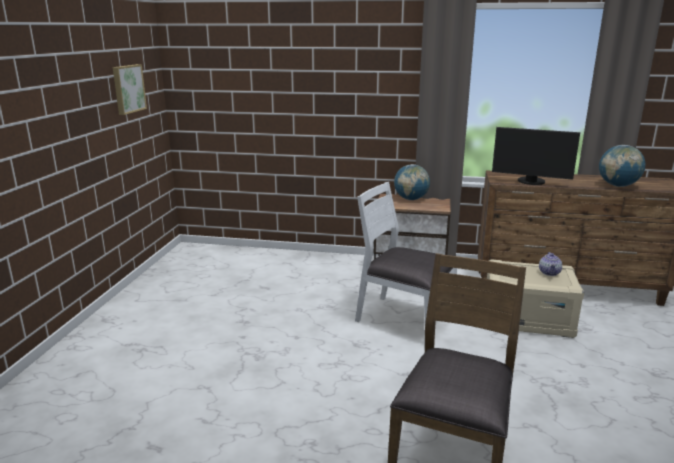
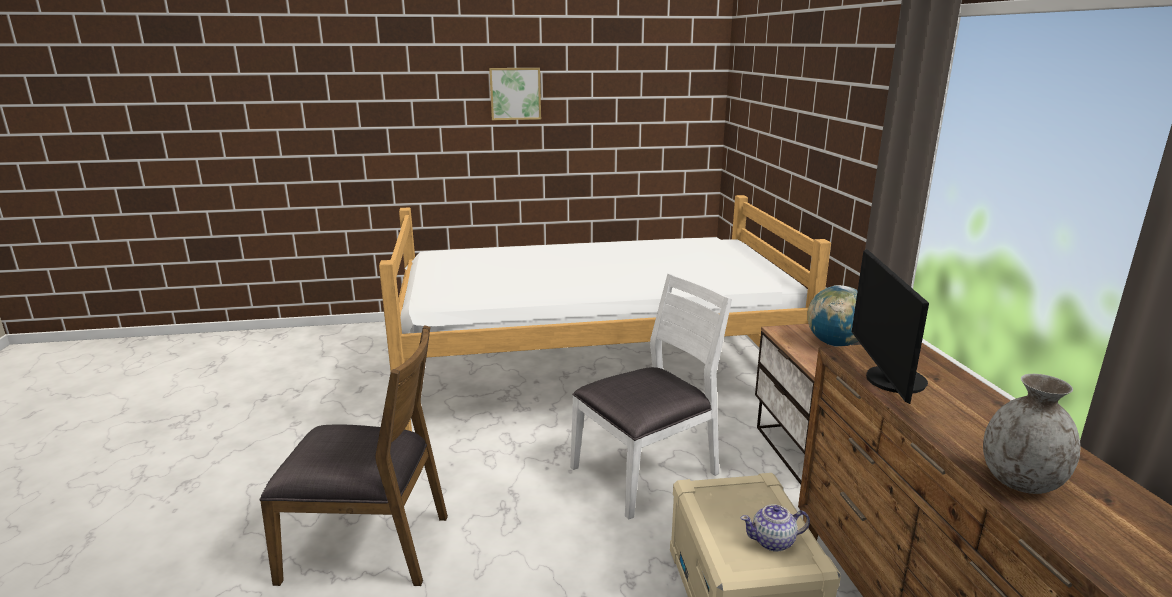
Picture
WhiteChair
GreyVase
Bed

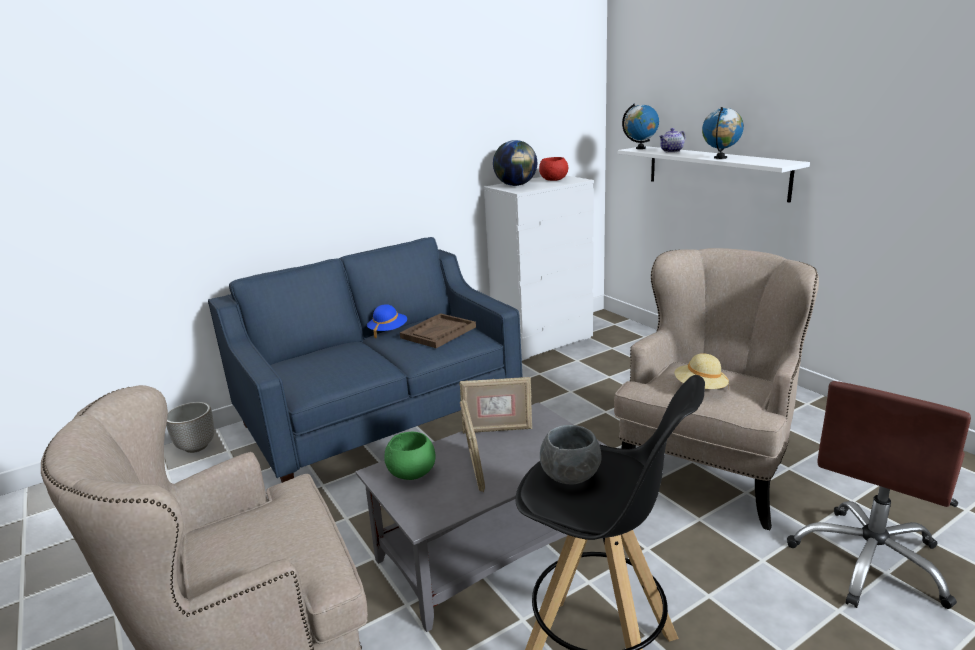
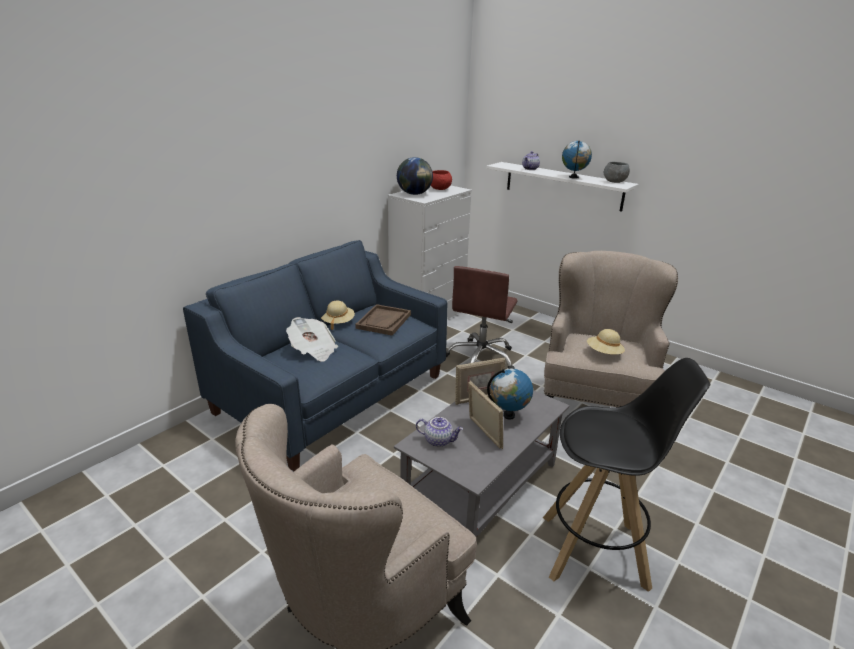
Planter
BeigeHat (1st from left)
Teapot (1st from left)
GreyBowl
Globe (2nd from left)
BrownOfficeChair
Newspaper

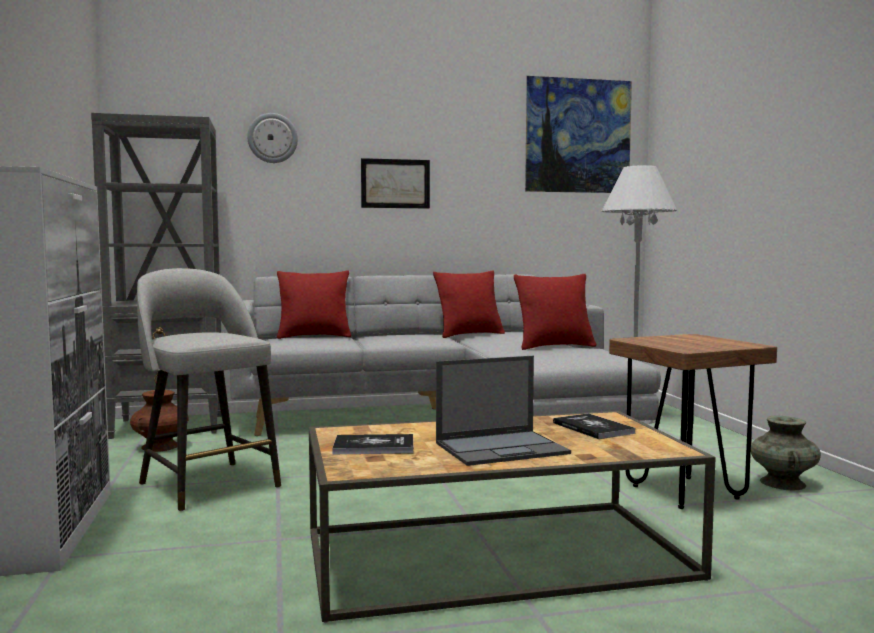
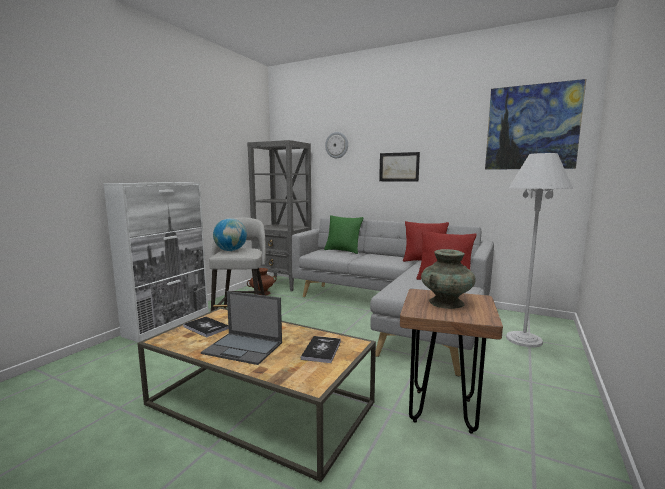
GreenPillow
TurquoiseVase
Globe

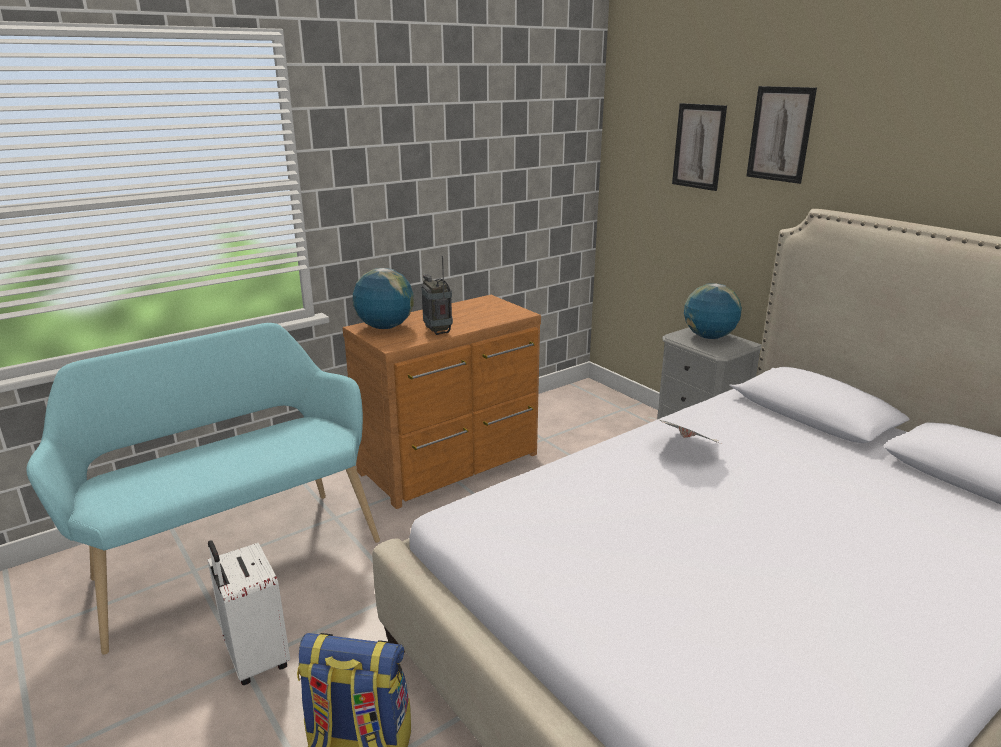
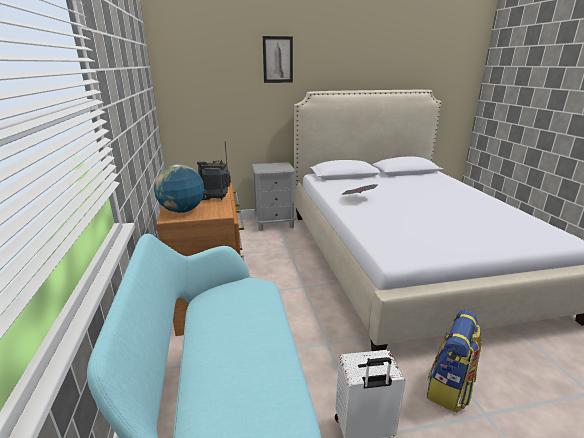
Picture (1st from left in the first image)
Globe (2nd from left in the first image)

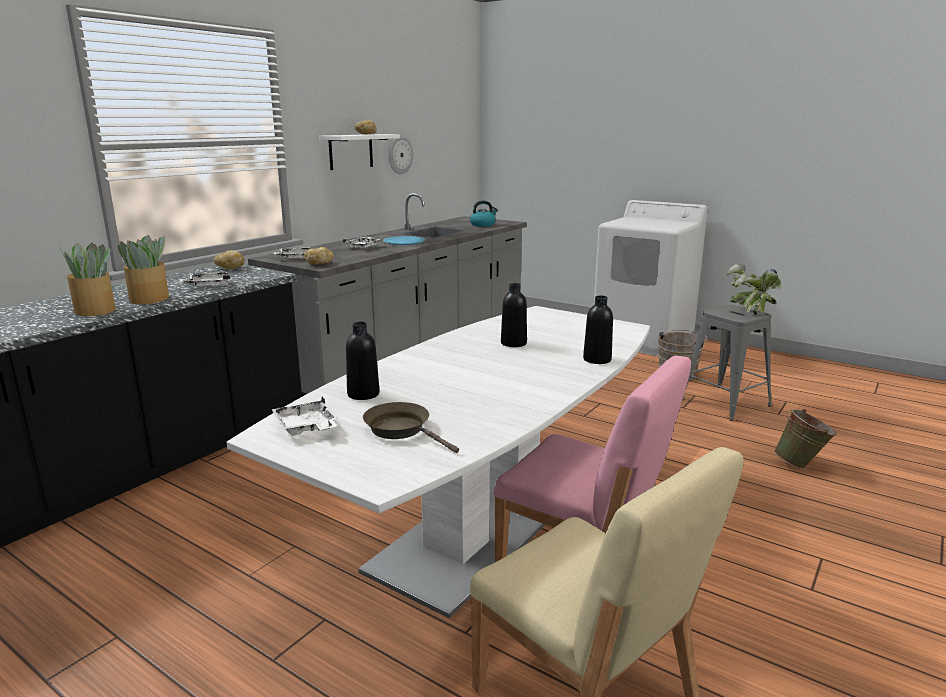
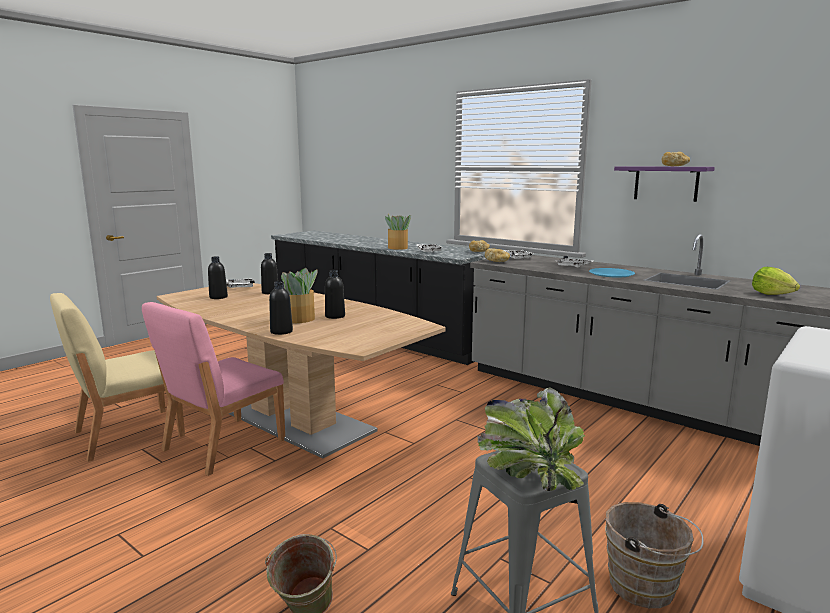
PottedPlant (1st from left)
BrownDiningTable
PurpleShelf
BlackBottle (1st from left)
WallClock
Lettuce

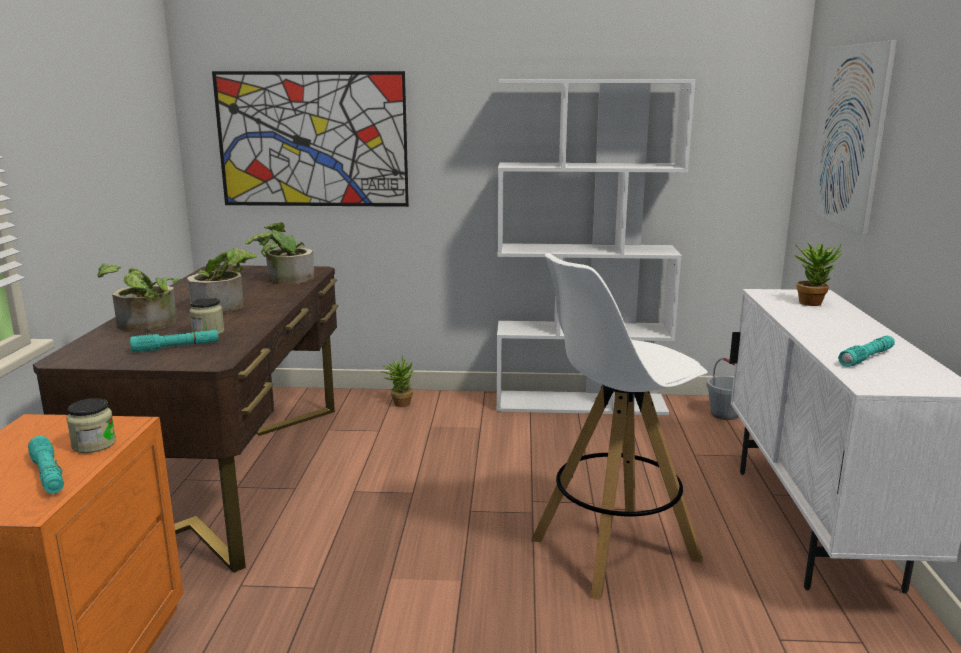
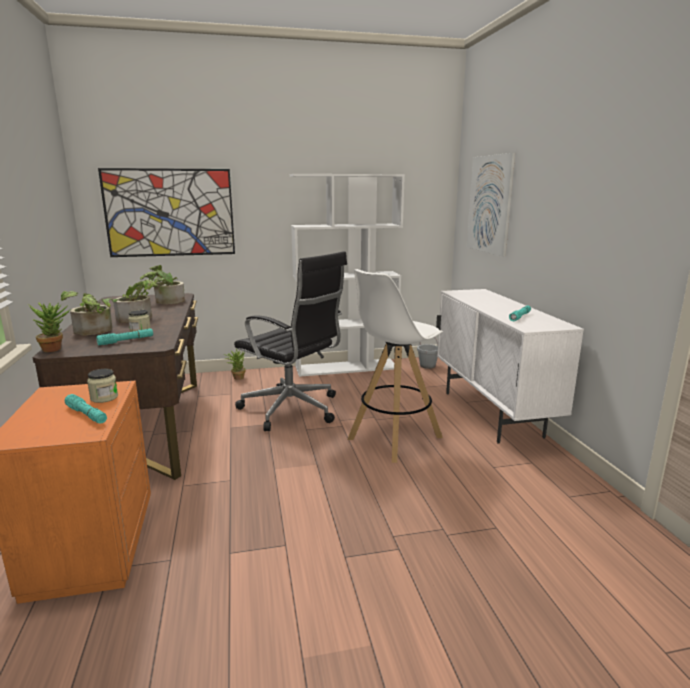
PottedPlant (1st from left)
BlackOfficeChair

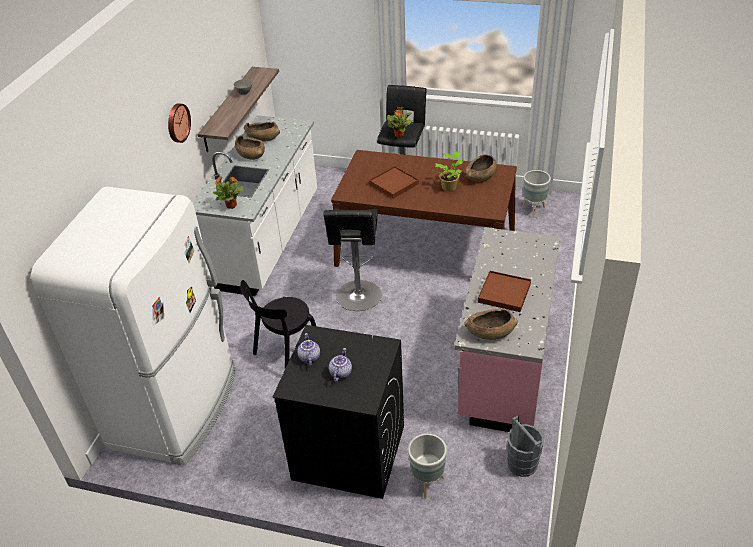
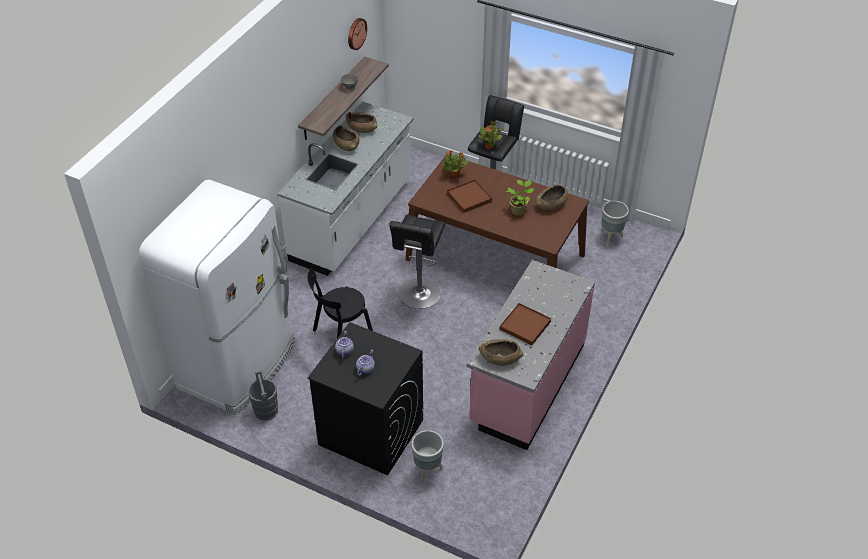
WallClock
PottedPlant (1st from left)
GreyBucket

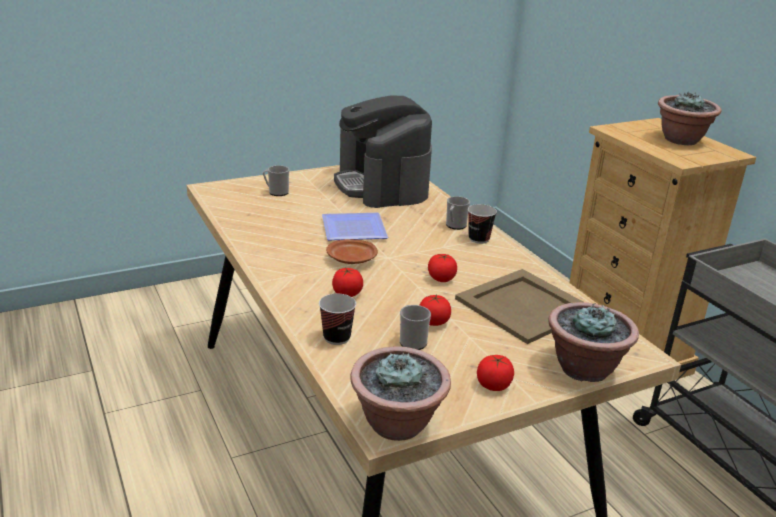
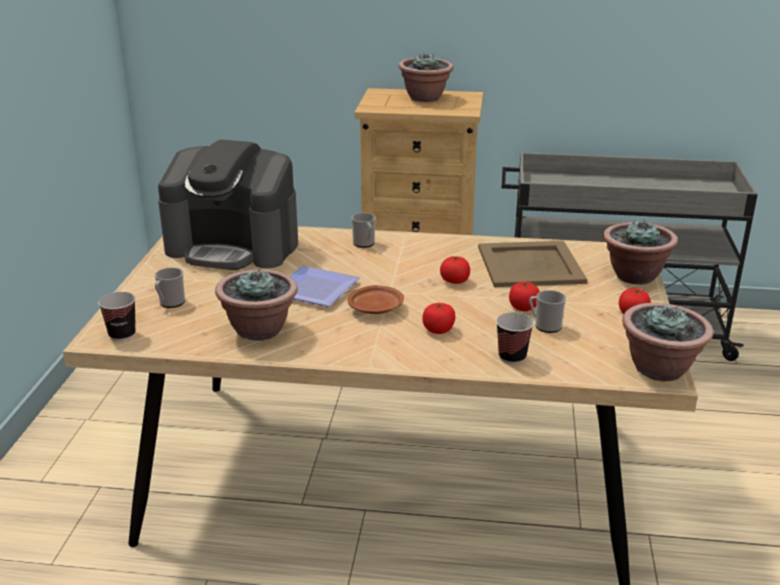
Cup (1st from left)
PottedPlant (1st from left)

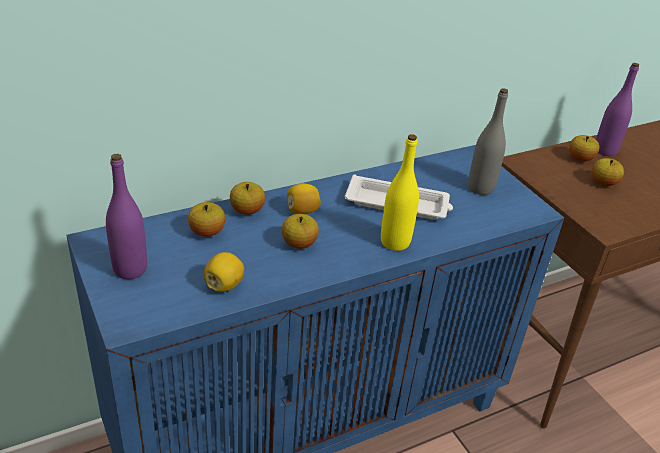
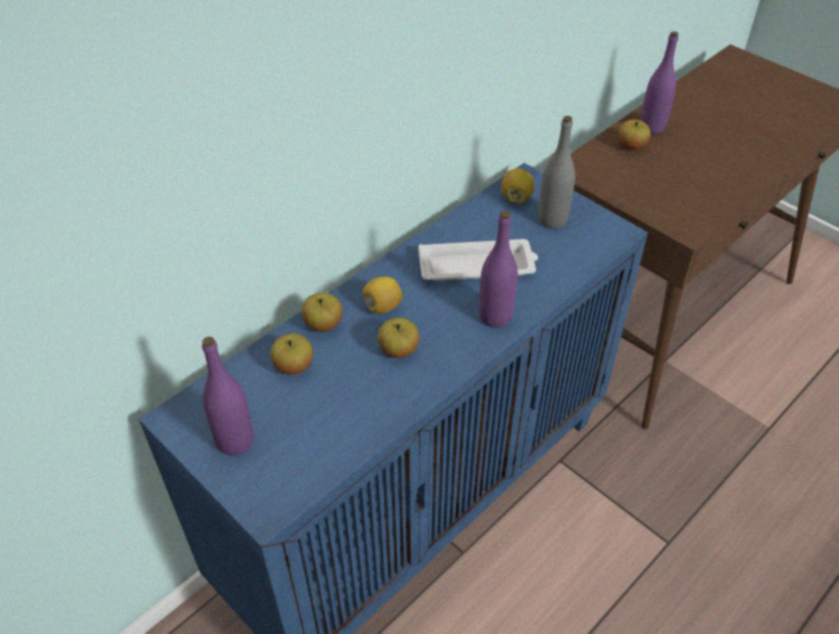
Lemon (2nd from left)
PurpleBottle (2nd from left)
Apple (5th from left in the first image)

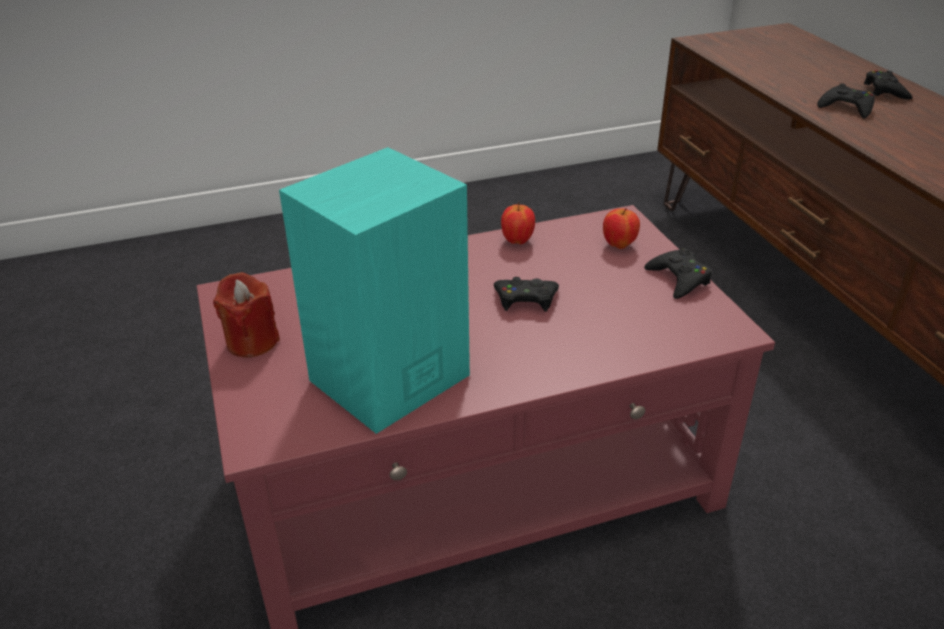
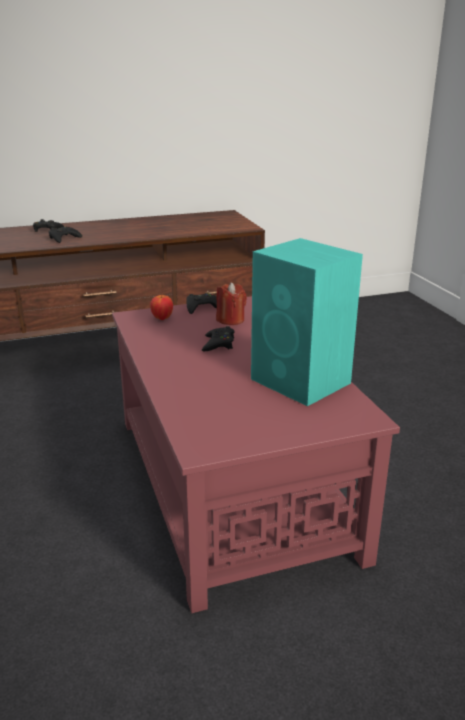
RedCandle
Apple (1st from left in the first image)

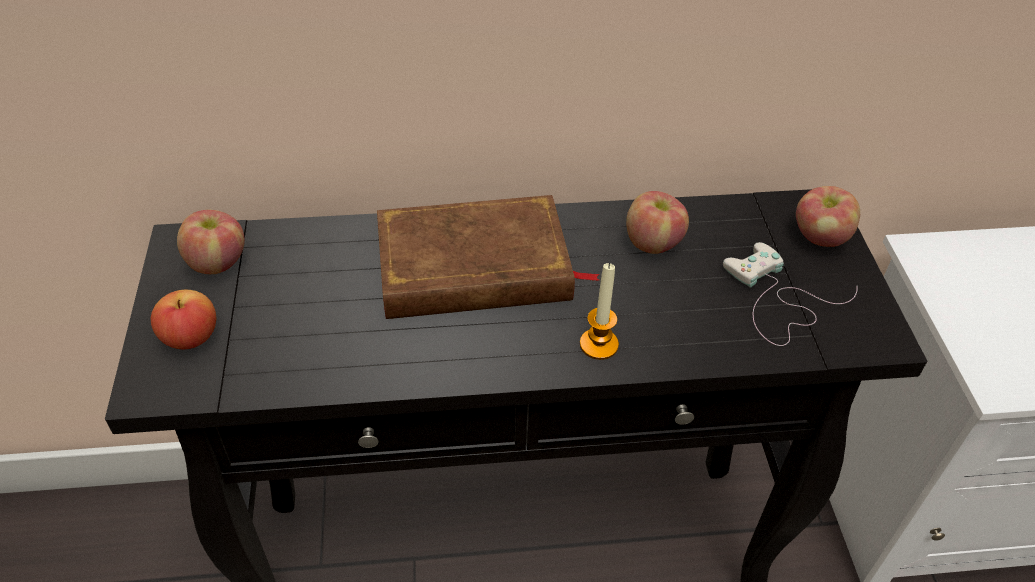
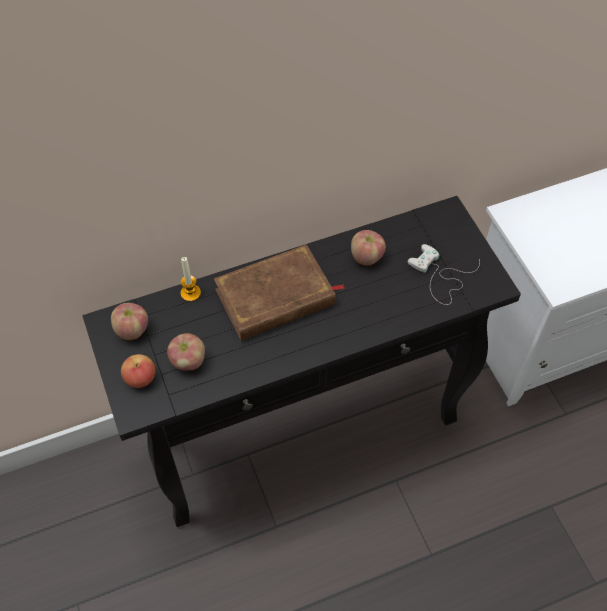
Candle
Apple (3rd from left)

